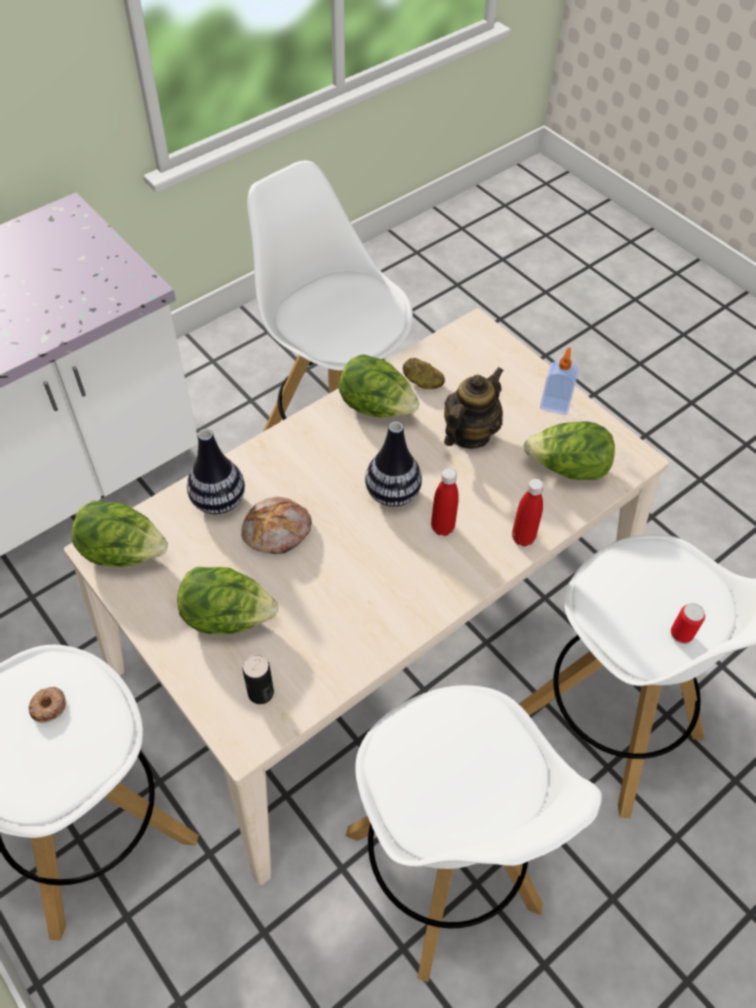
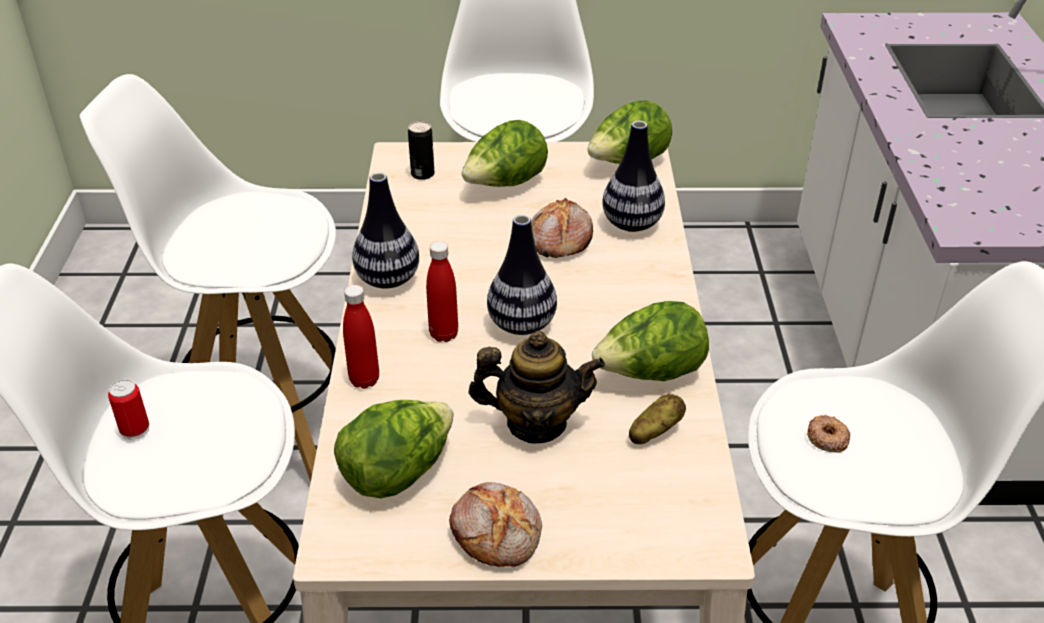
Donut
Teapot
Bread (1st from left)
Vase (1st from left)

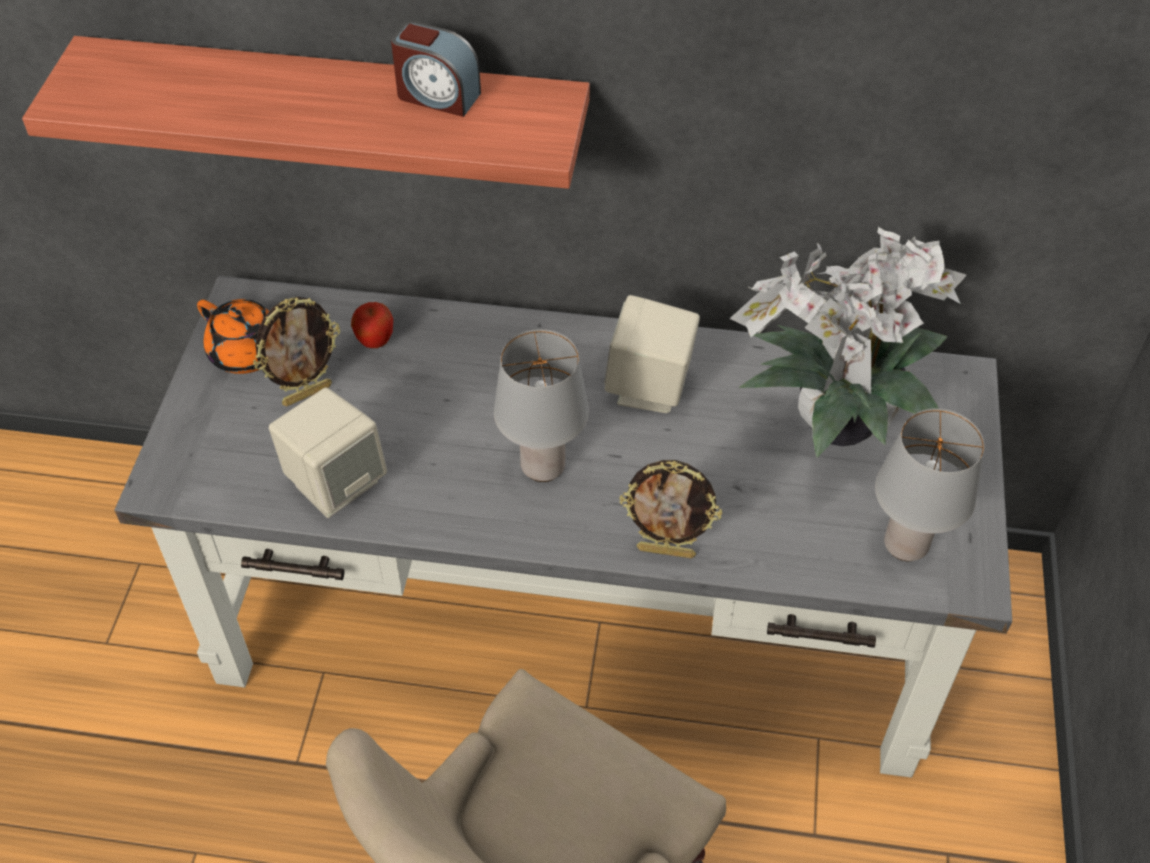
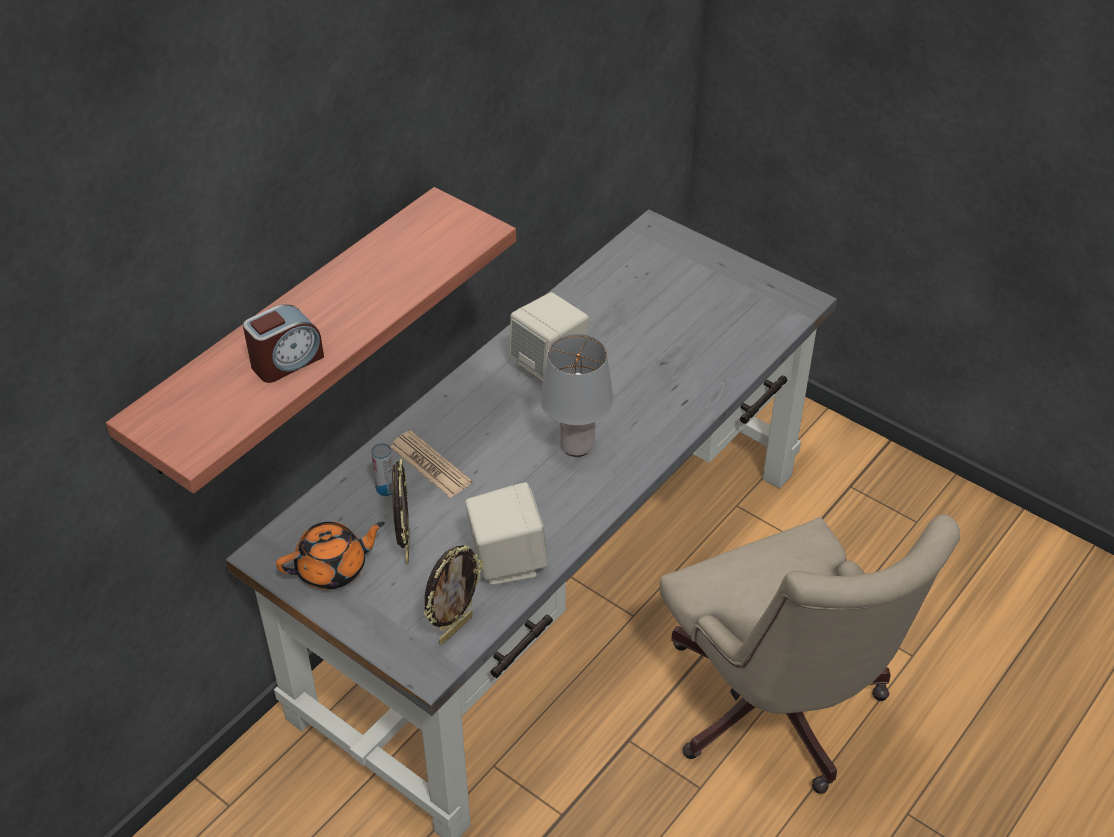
Can
AlarmClock
PictureFrame (2nd from left)
PottedPlant
GreyTableLamp (2nd from left in the first image)
Newspaper

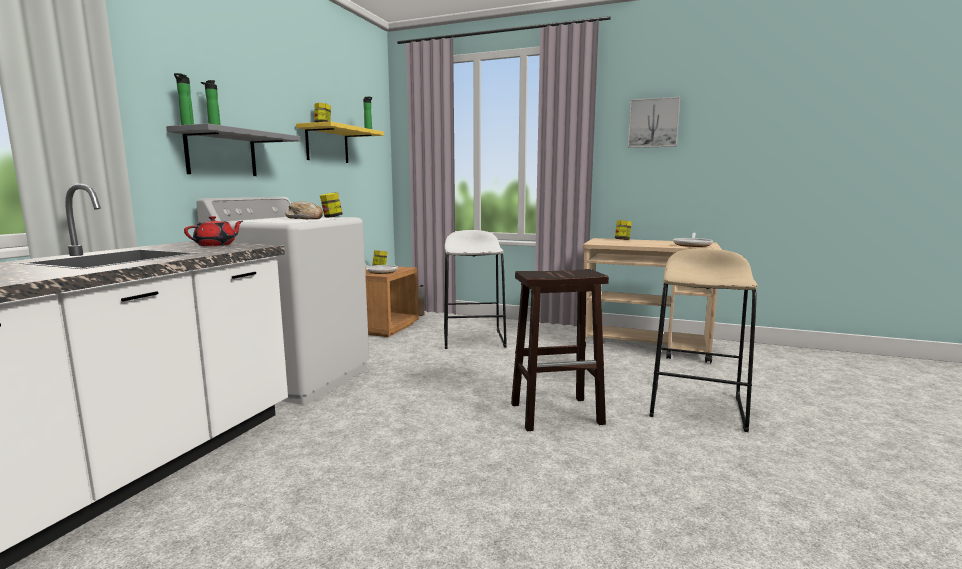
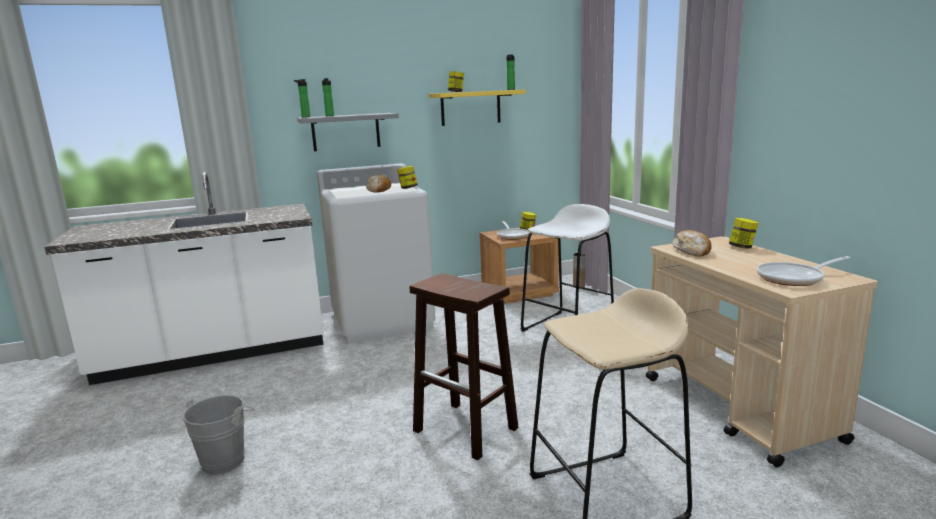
RedTeapot
Picture
GreyBucket
Bread (2nd from left)

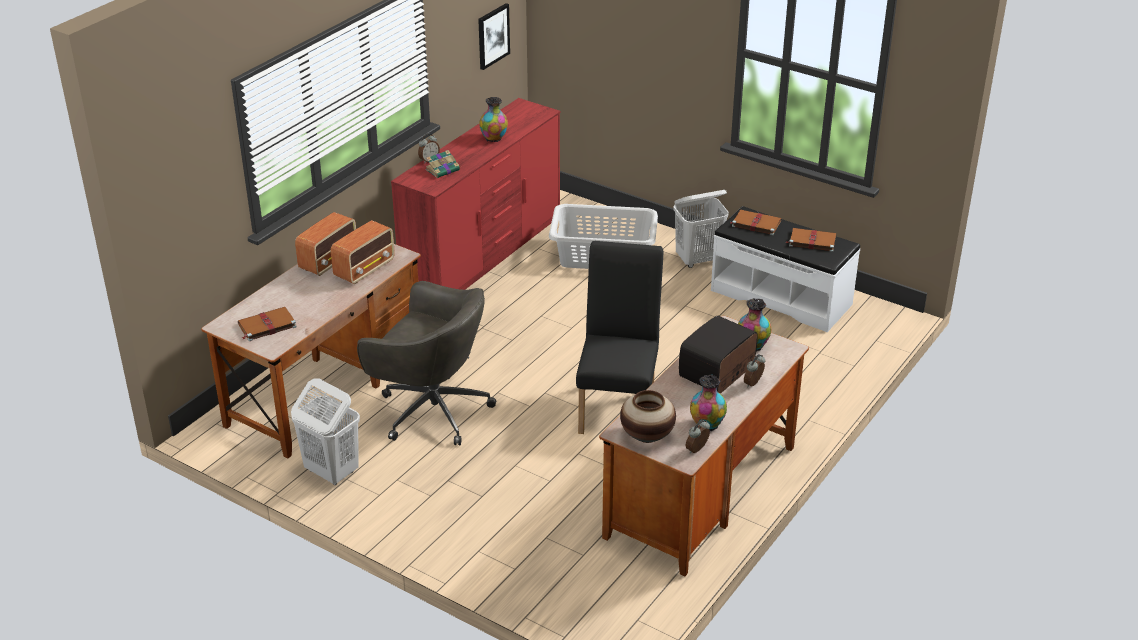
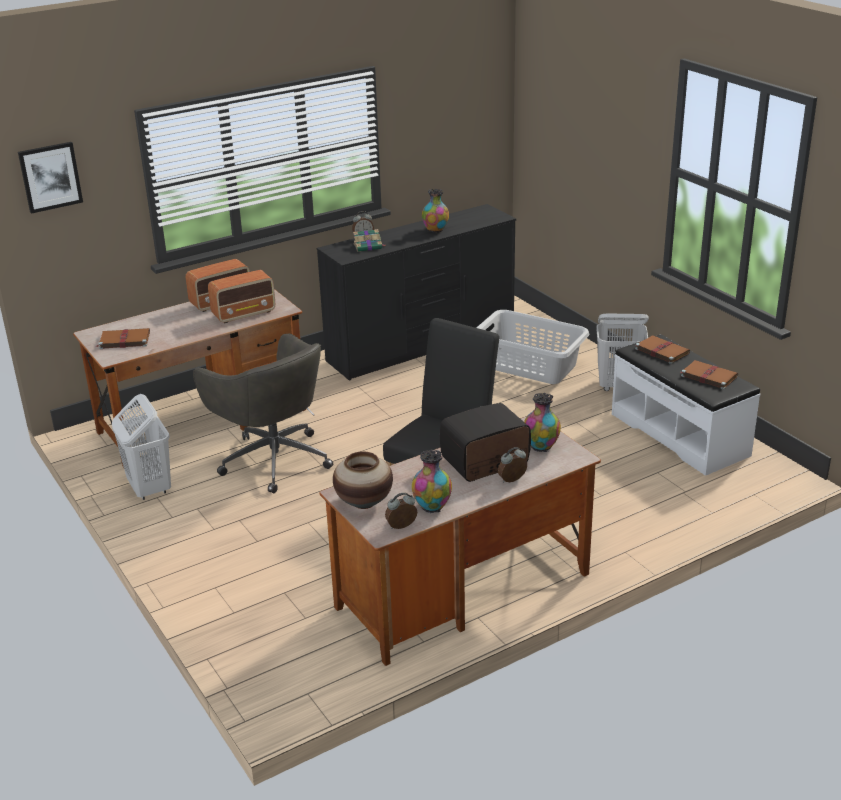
BlackDresser
Picture

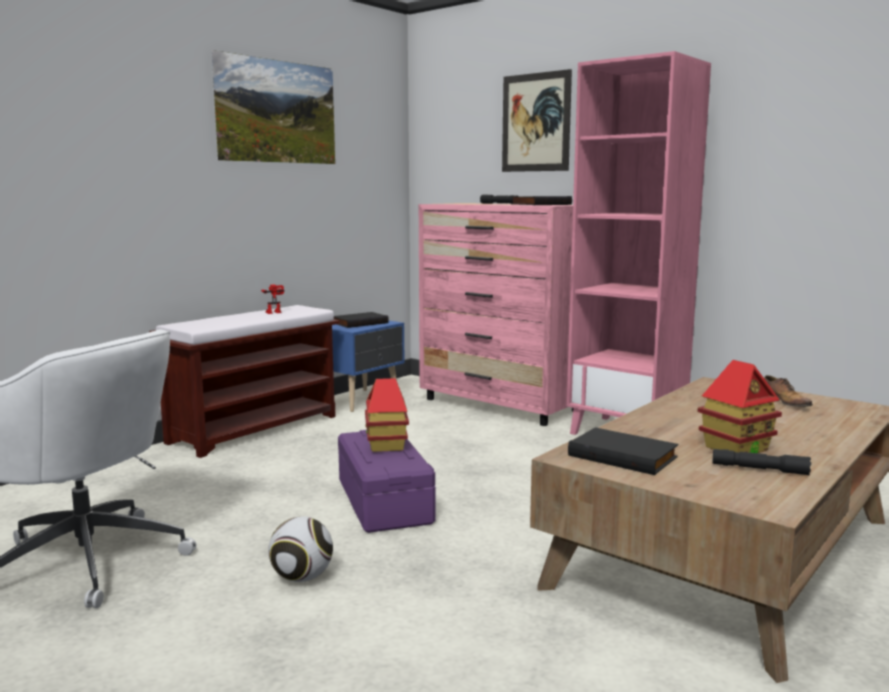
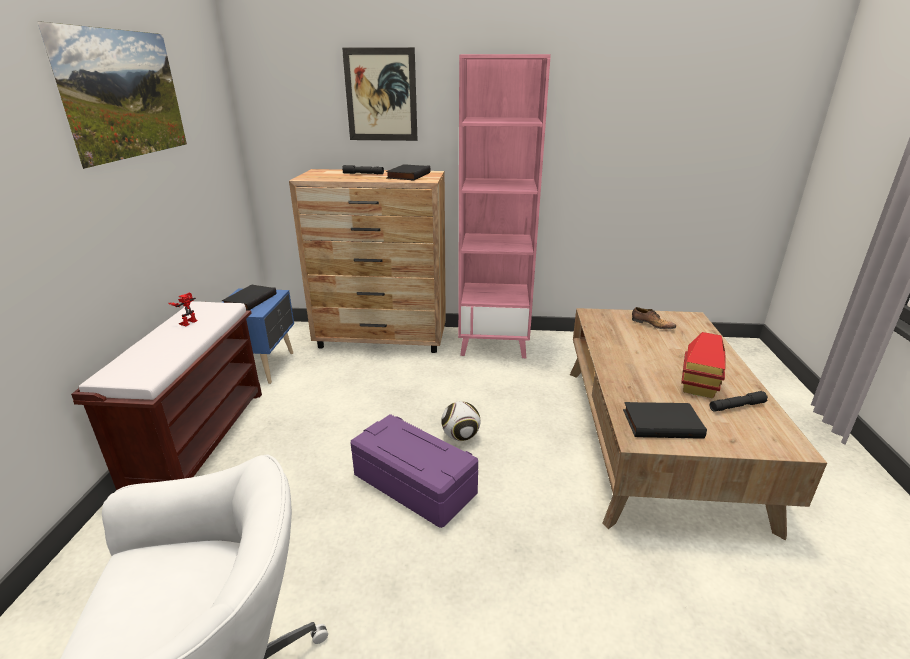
Football
ToyHouse (1st from left in the first image)
BrownDresser

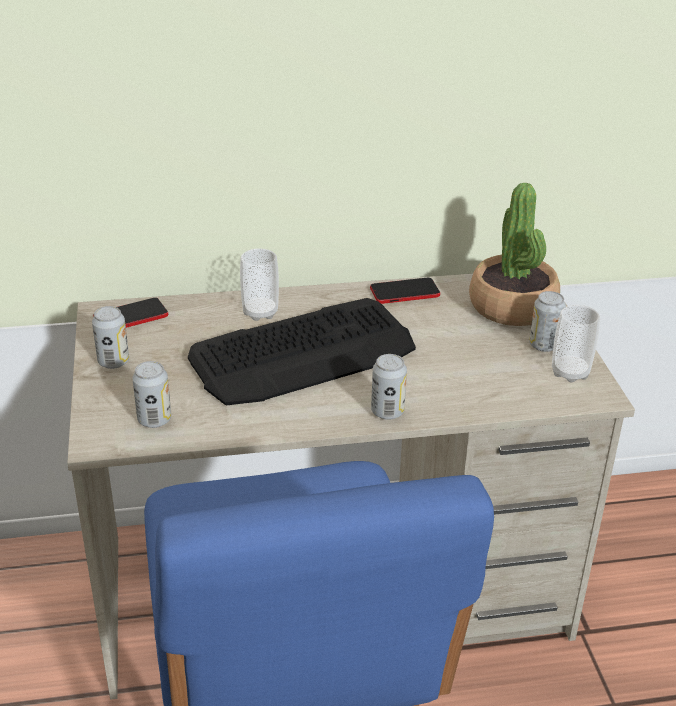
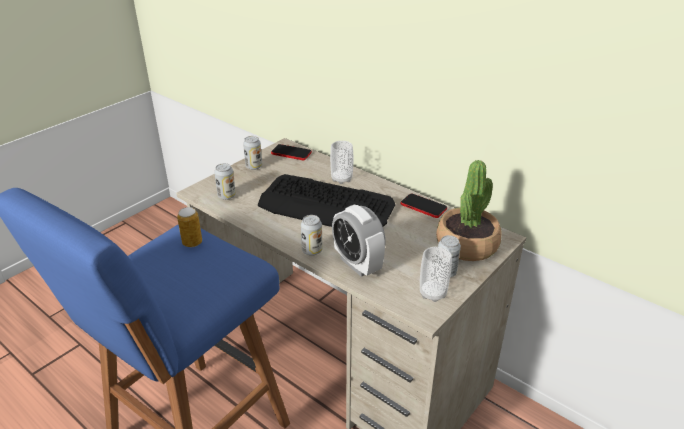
Can (1st from left)
AlarmClock

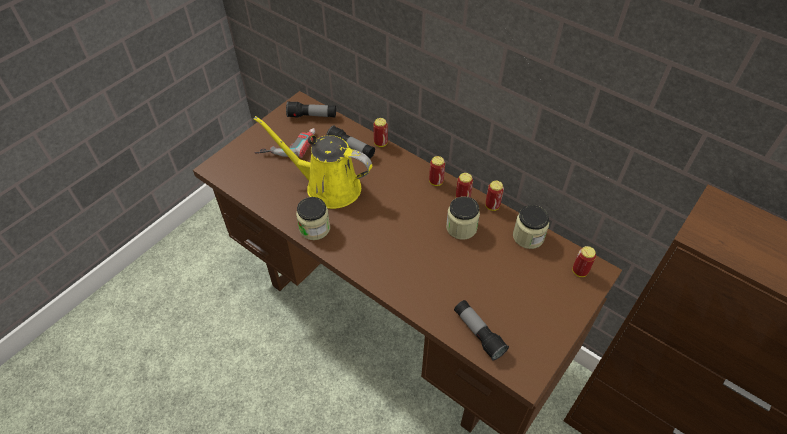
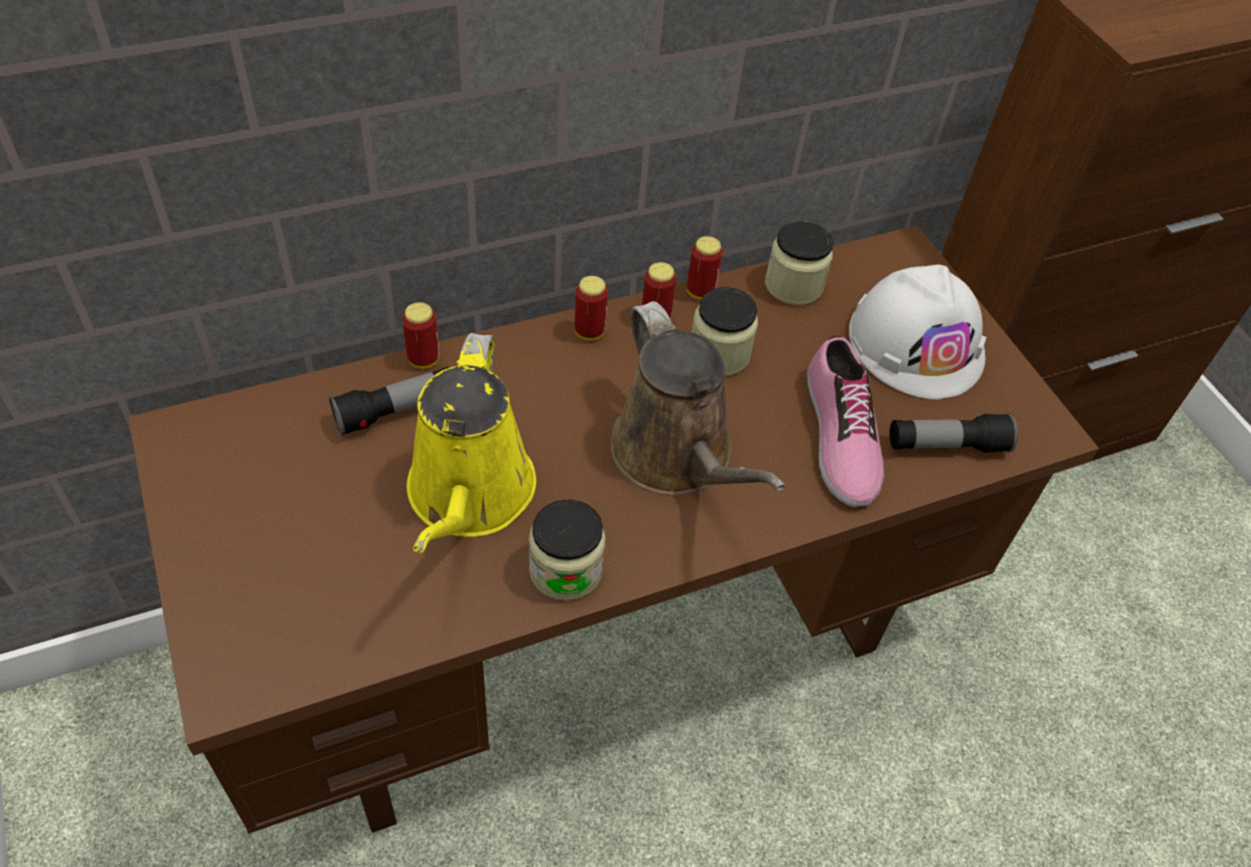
YellowWateringCan
PowerDrill
Flashlight (1st from left in the first image)
Can (5th from left in the first image)
BrownWateringCan
Shoe
WhiteHardHat

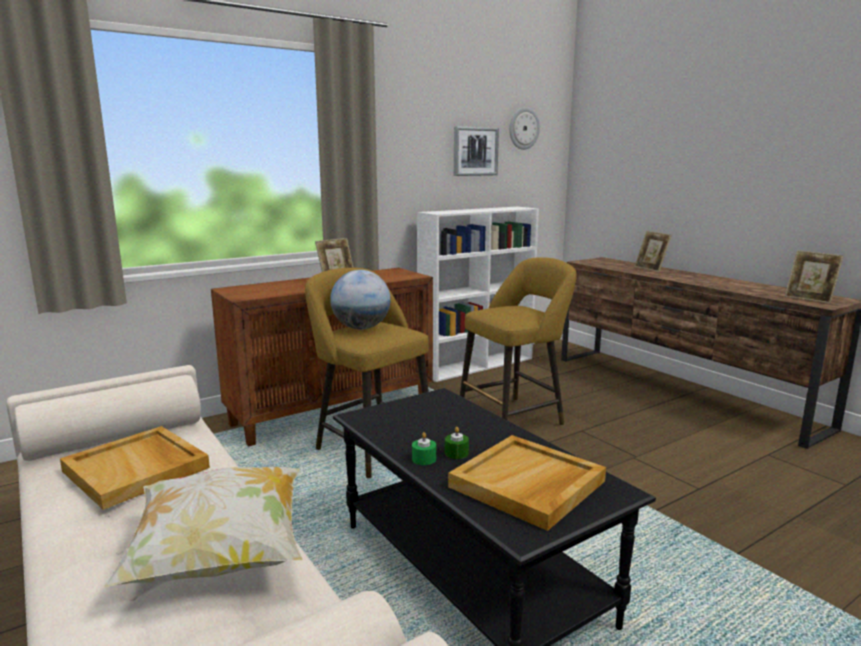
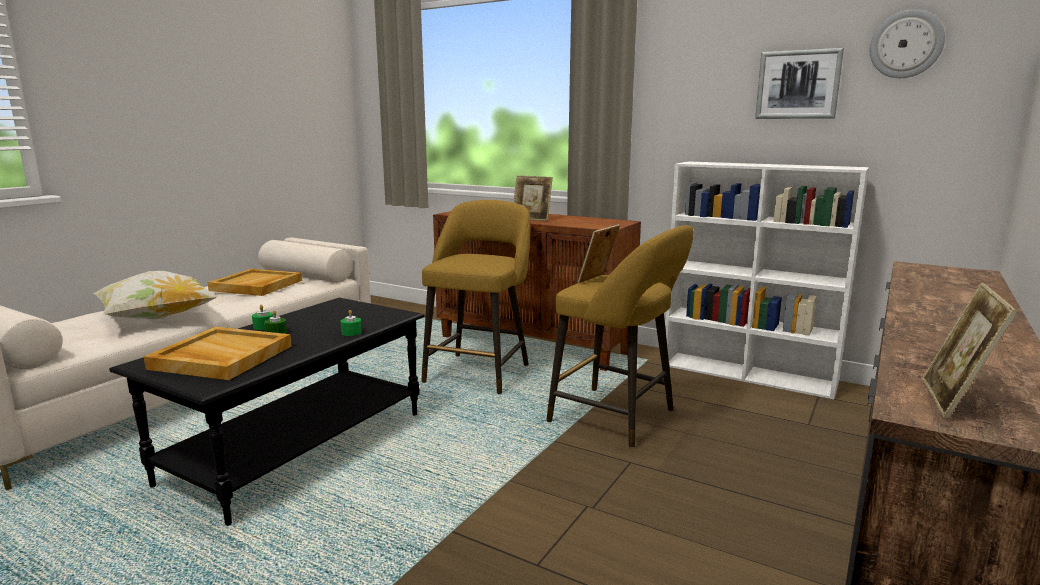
Globe
PictureFrame (2nd from left)
GreenCandle (3rd from left)

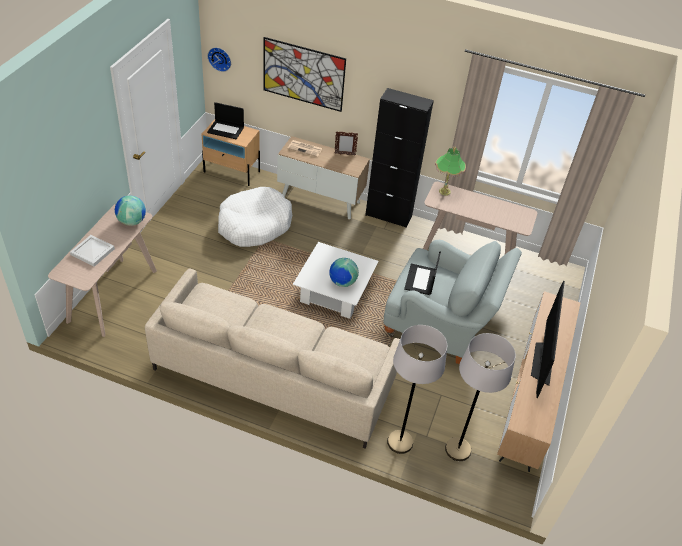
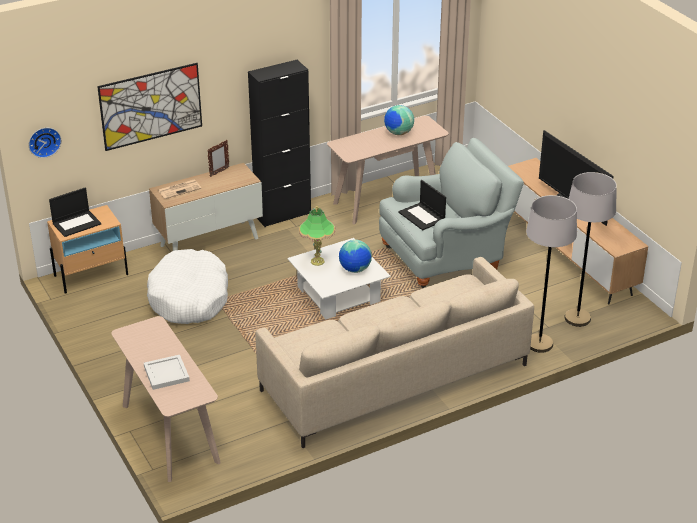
Globe (2nd from left)
TableLamp

